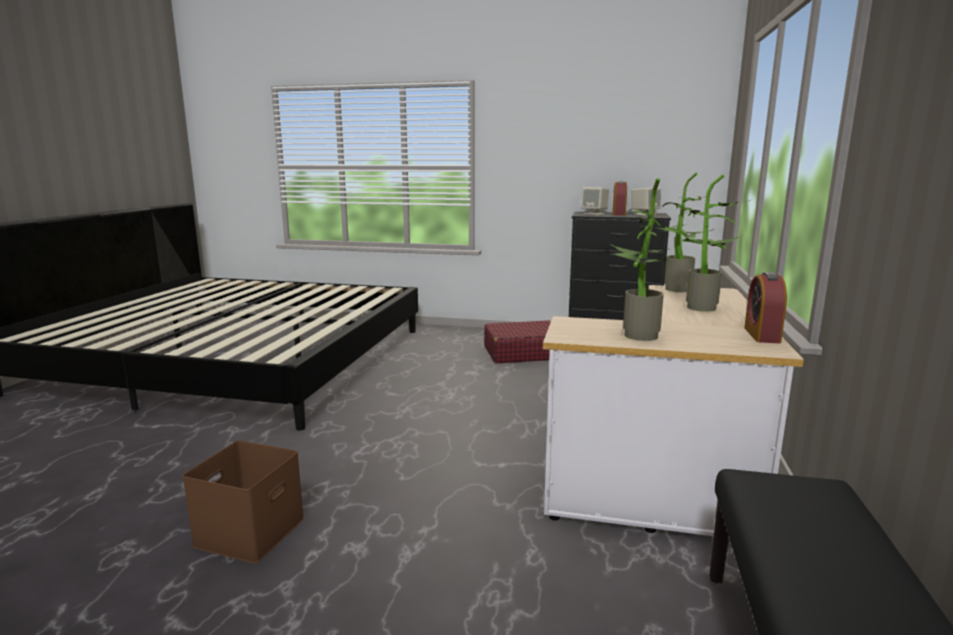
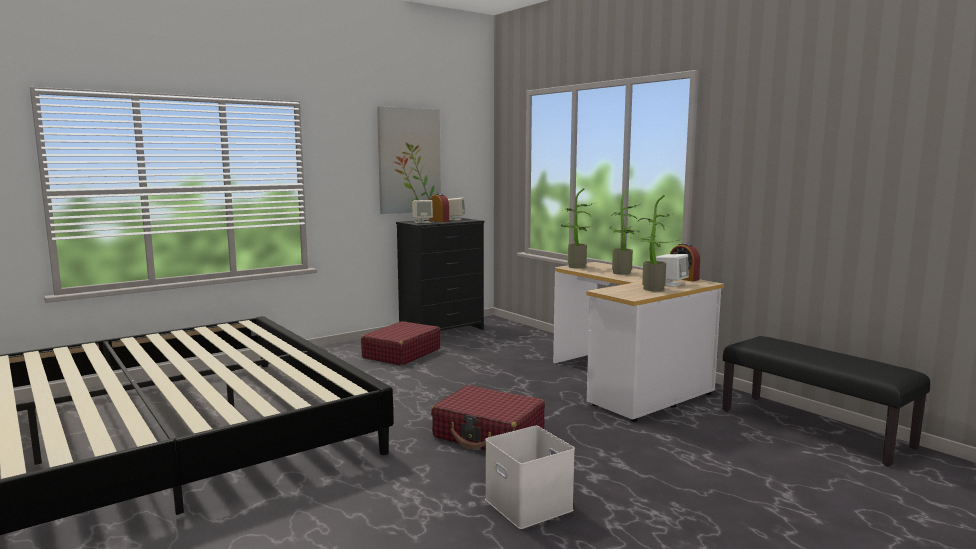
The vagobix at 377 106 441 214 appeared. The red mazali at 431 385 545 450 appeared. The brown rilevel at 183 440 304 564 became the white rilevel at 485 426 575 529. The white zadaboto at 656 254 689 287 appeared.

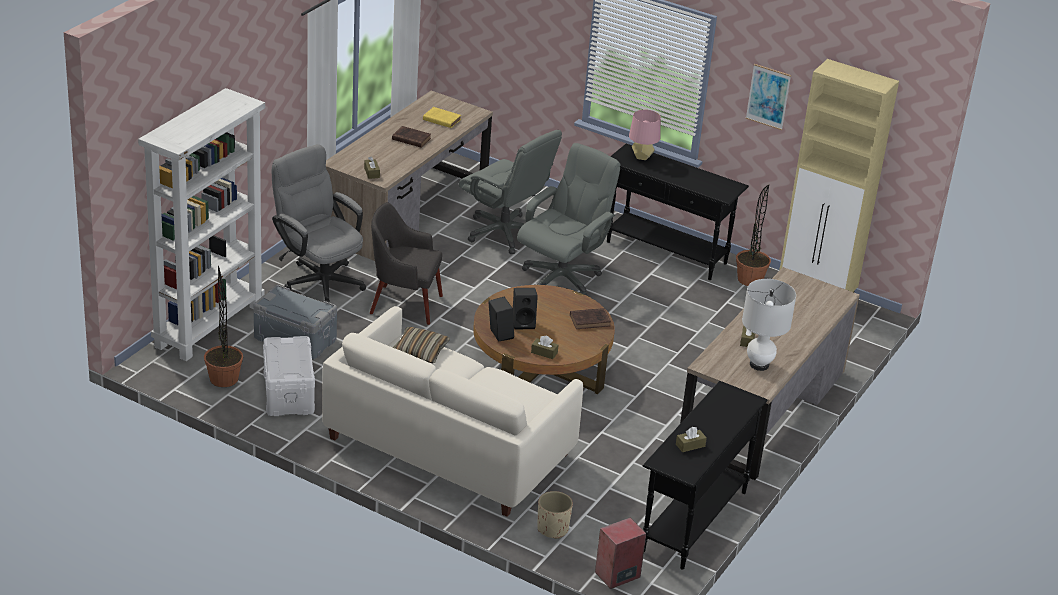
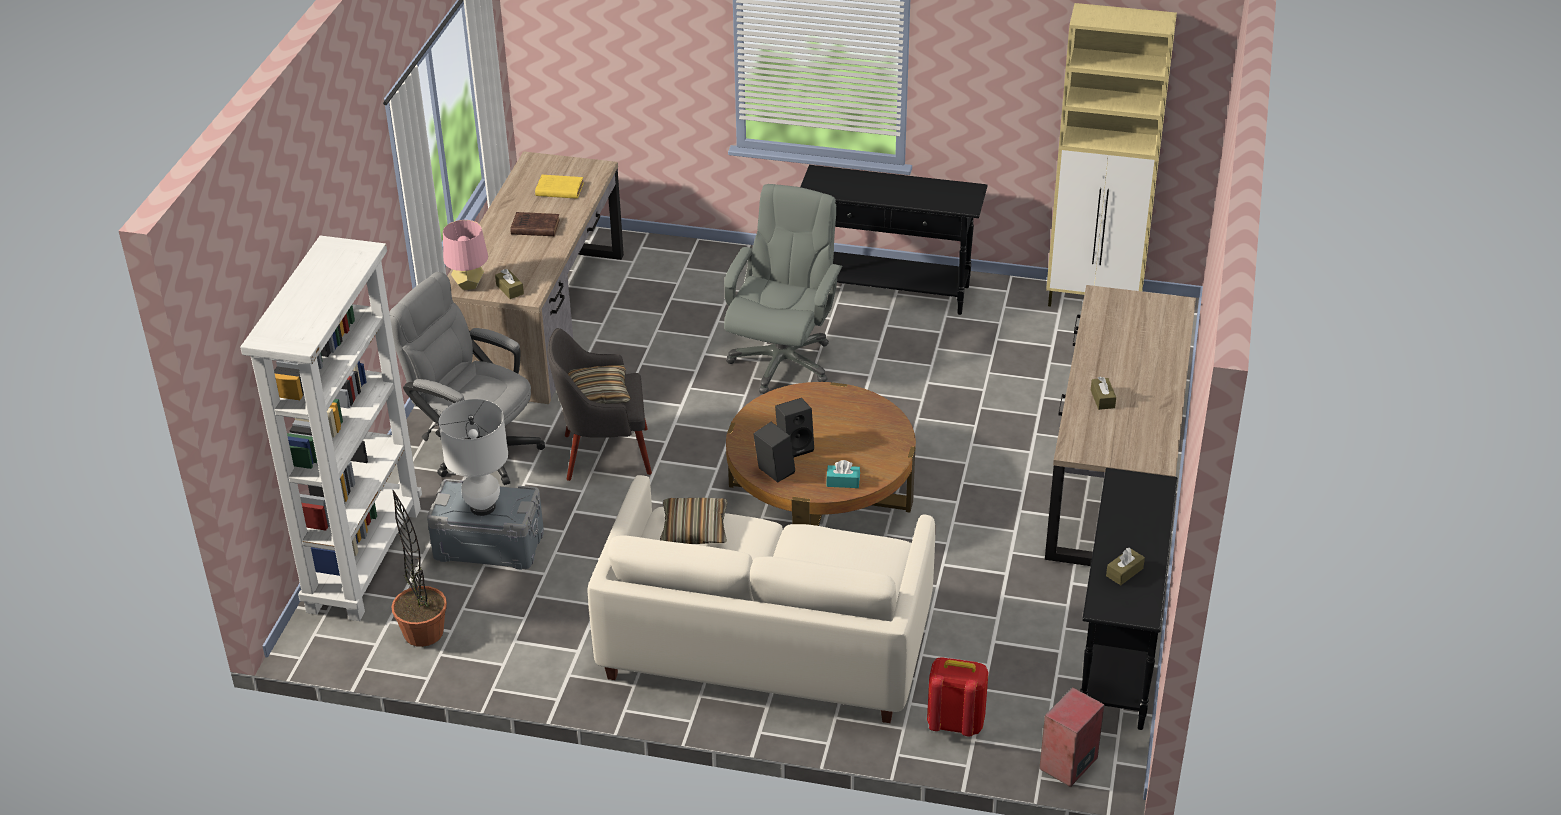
The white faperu moved from 742 279 796 371 to 438 399 508 516. The pink faperu moved from 629 110 661 160 to 443 220 488 290. The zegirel at 568 365 631 404 appeared. The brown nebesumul at 531 336 558 359 became the turquoise nebesumul at 827 460 860 488. The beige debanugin at 537 491 573 539 was replaced by the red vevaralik at 927 657 988 736. The white rilevel at 263 336 315 416 disappeared. The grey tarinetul at 459 130 562 254 disappeared. The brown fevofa at 570 308 611 329 disappeared. The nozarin at 736 185 771 286 disappeared. The vagobix at 746 64 791 130 disappeared.

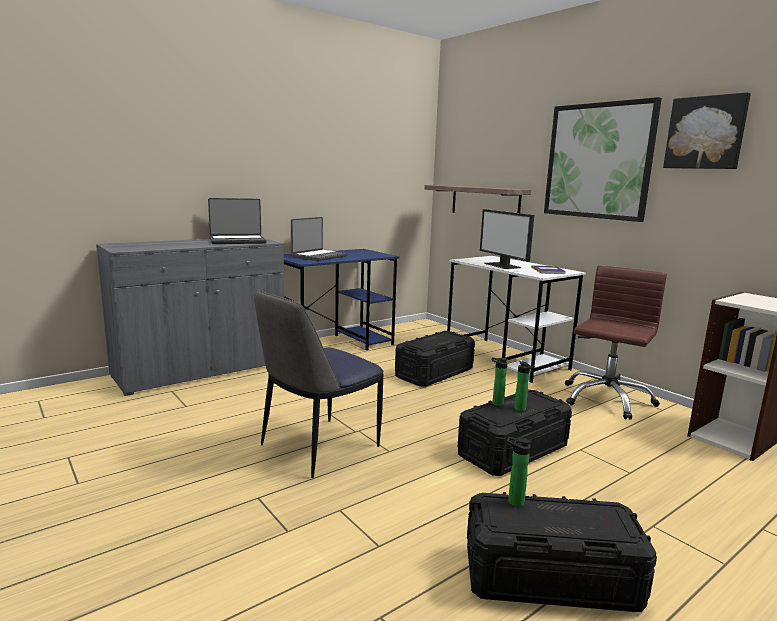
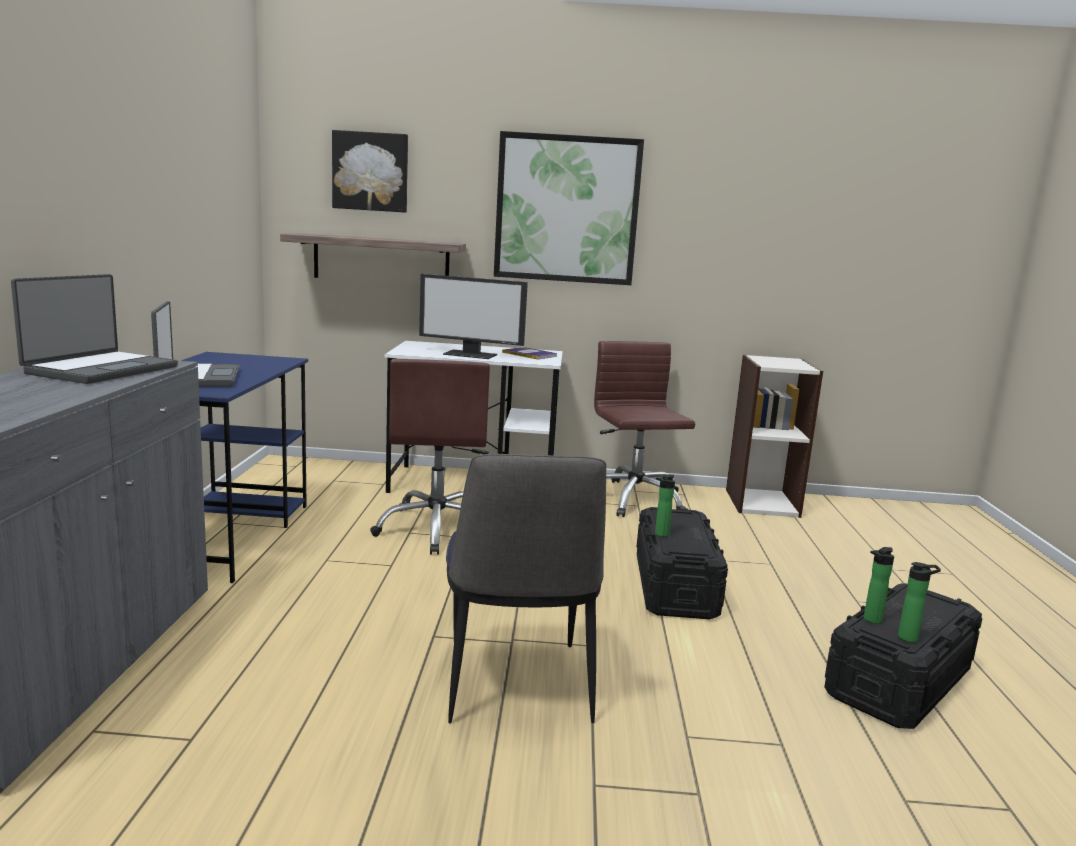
The vagobix moved from 663 92 751 169 to 332 130 408 213. The black rilevel at 395 331 475 387 was replaced by the brown tarinetul at 370 359 490 555. The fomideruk moved from 514 361 535 411 to 898 562 941 642.

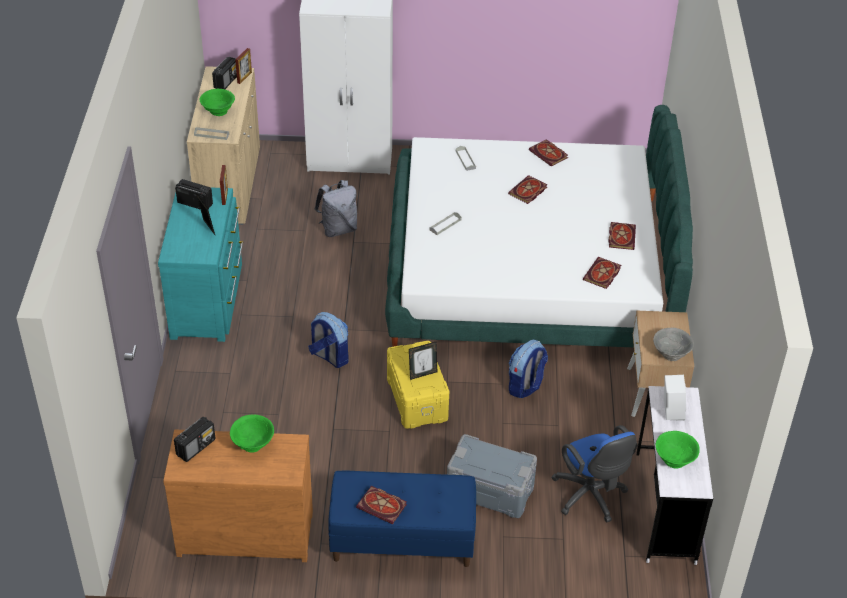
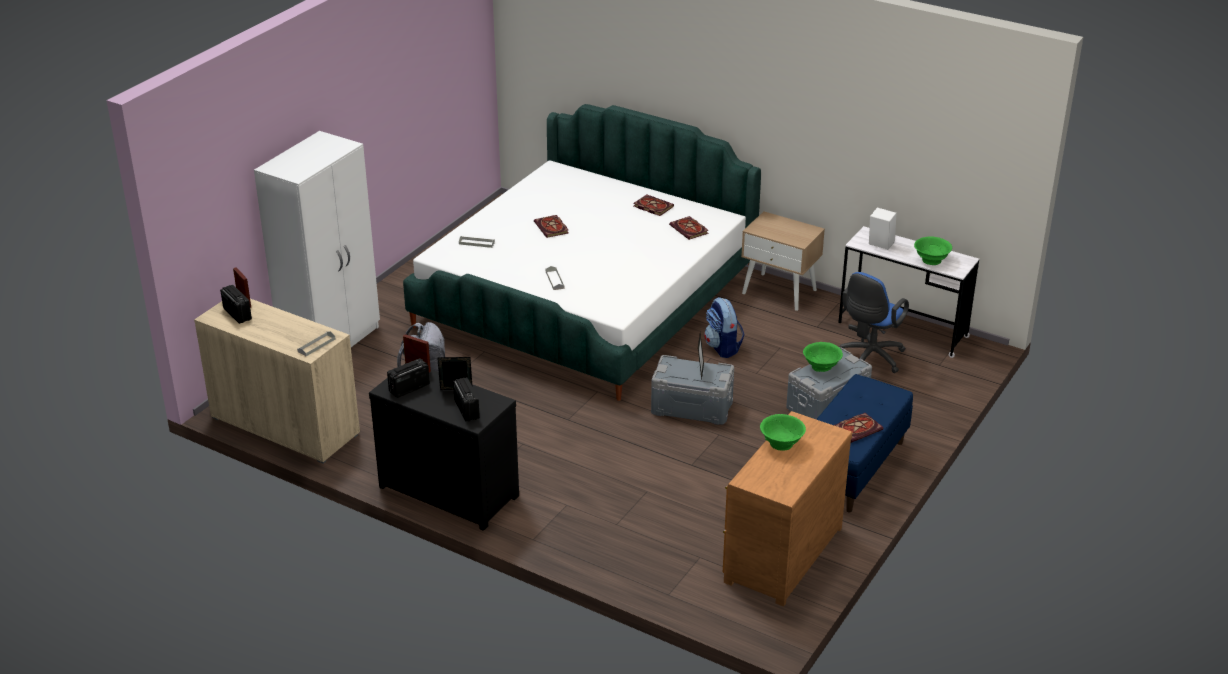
The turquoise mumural at 158 187 243 342 became the black mumural at 369 369 519 531. The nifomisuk moved from 174 417 216 462 to 453 377 480 422. The yellow rilevel at 387 341 449 429 became the grey rilevel at 651 355 734 425. The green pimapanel moved from 199 89 235 116 to 803 342 843 372. The blue tarinetul at 552 425 638 522 turned 120 degrees clockwise. The vevaralik at 308 312 349 368 disappeared. The fevofa at 529 139 568 166 disappeared. The grey pimapanel at 653 328 694 361 disappeared.

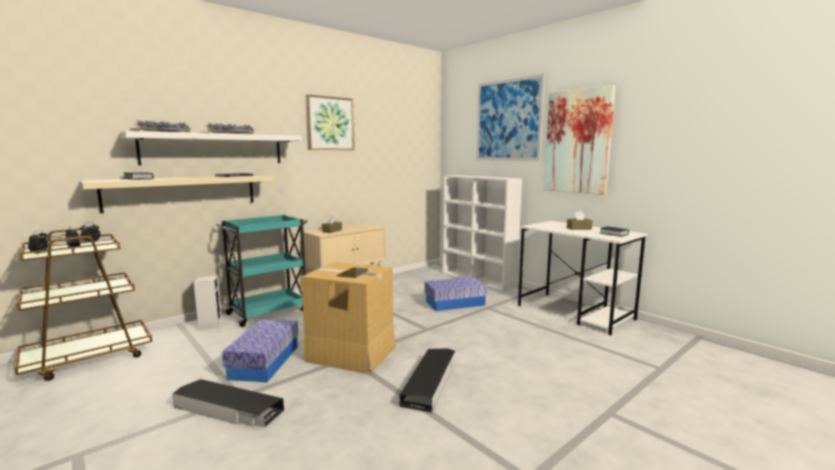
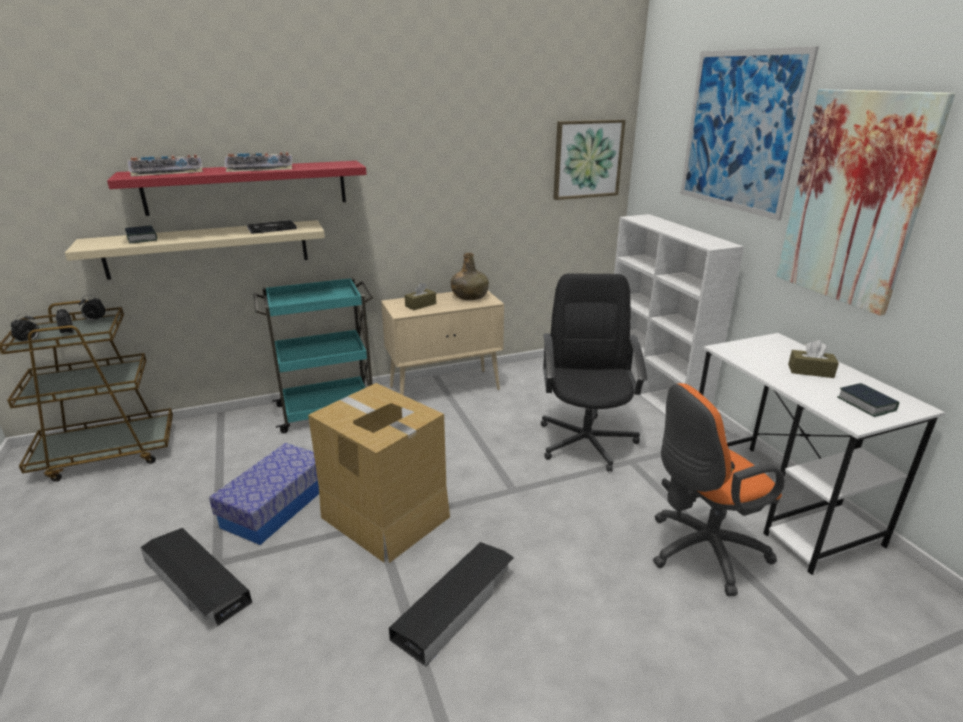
The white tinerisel at 120 131 302 166 became the red tinerisel at 107 161 367 216. The green fomideruk at 451 253 489 300 appeared. The rilevel at 425 277 487 311 was replaced by the black tarinetul at 541 273 647 472. The vagobix moved from 305 94 355 150 to 553 119 626 200. The orange tarinetul at 653 383 785 596 appeared. The zadaboto at 194 275 222 330 disappeared.

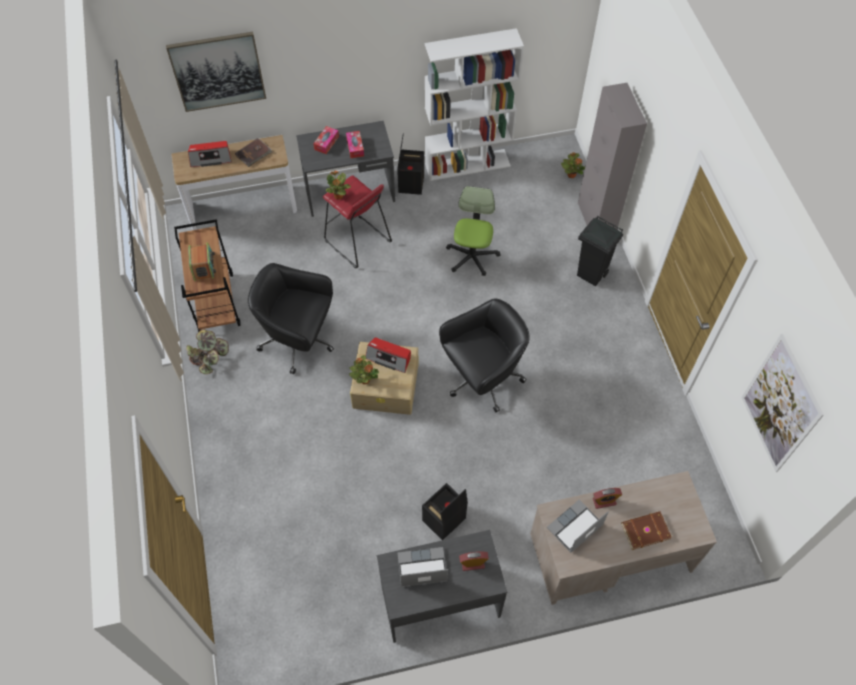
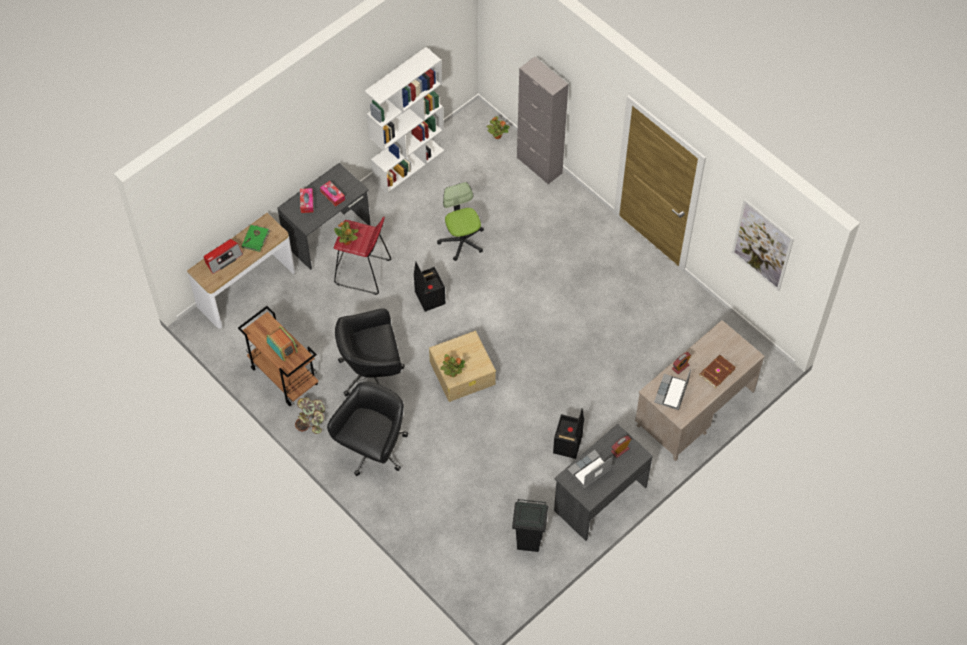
The brown fevofa at 235 138 272 167 became the green fevofa at 242 225 270 252. The black tarinetul moved from 439 298 530 412 to 327 382 408 476. The black rilevel moved from 397 133 424 195 to 414 262 445 312. The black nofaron moved from 577 216 623 286 to 512 499 548 552. The vagobix at 166 32 266 112 disappeared. The nifomisuk at 366 337 411 373 disappeared.

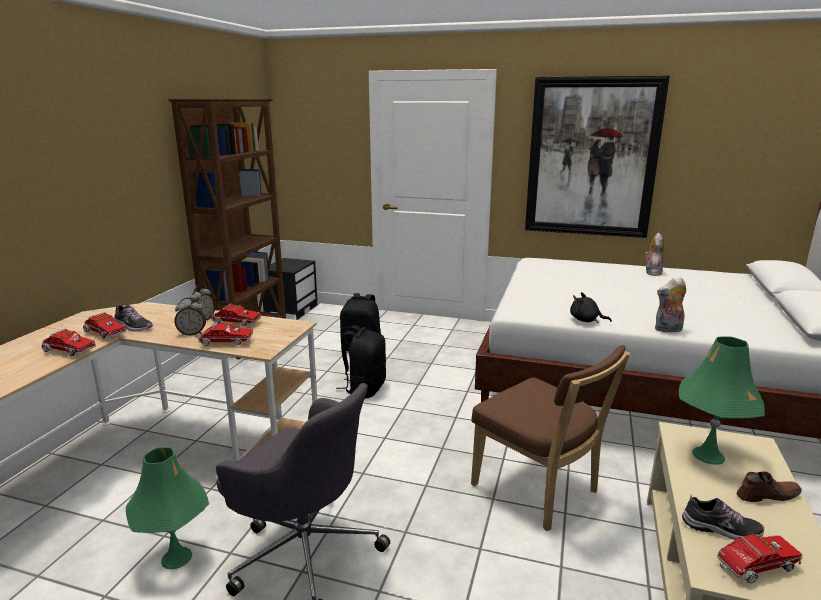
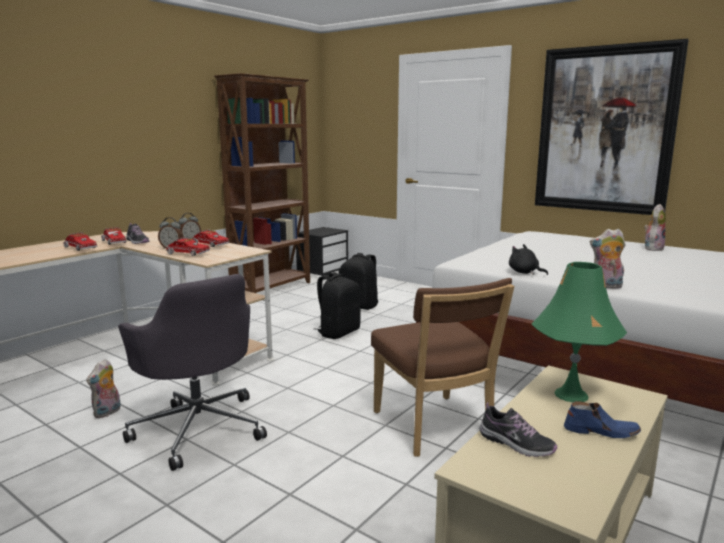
The green faperu at 126 447 209 569 was replaced by the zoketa at 86 359 121 418. The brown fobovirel at 737 471 802 502 became the blue fobovirel at 564 401 641 438. The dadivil at 716 534 803 583 disappeared.

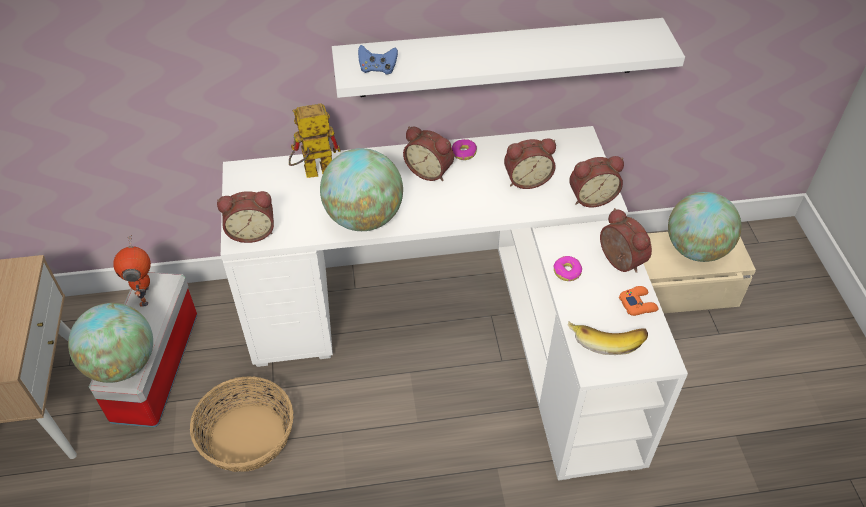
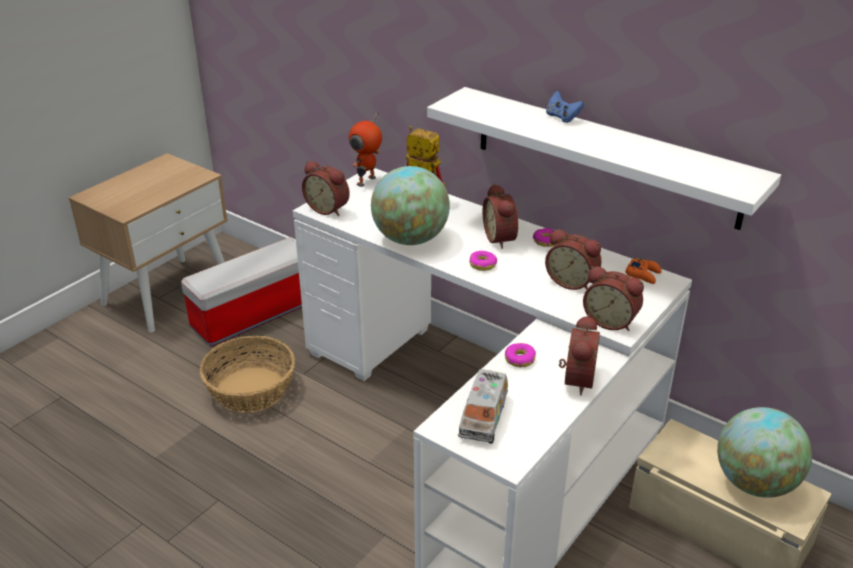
The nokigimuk moved from 113 235 151 307 to 349 113 382 187. The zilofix at 568 322 648 355 was replaced by the dadivil at 458 369 508 444. The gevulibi at 469 251 497 271 appeared. The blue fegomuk moved from 358 45 398 74 to 546 91 584 123. The orange fegomuk moved from 619 286 658 316 to 625 259 662 284. The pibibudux at 68 303 153 383 disappeared.

